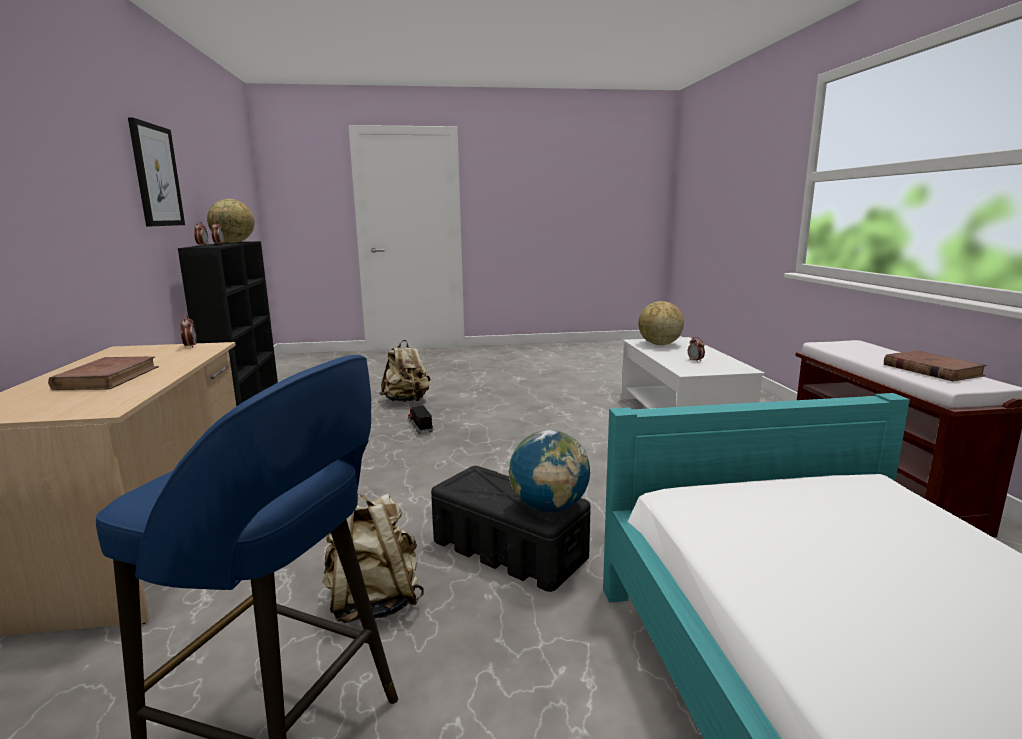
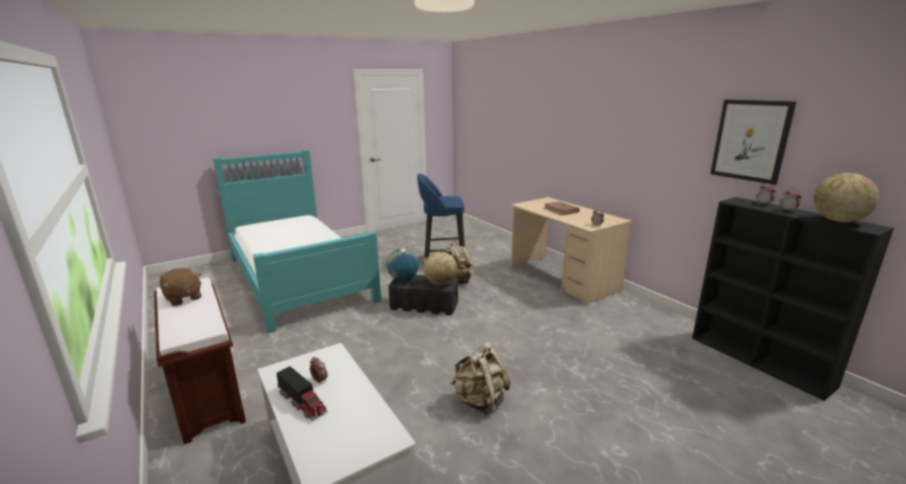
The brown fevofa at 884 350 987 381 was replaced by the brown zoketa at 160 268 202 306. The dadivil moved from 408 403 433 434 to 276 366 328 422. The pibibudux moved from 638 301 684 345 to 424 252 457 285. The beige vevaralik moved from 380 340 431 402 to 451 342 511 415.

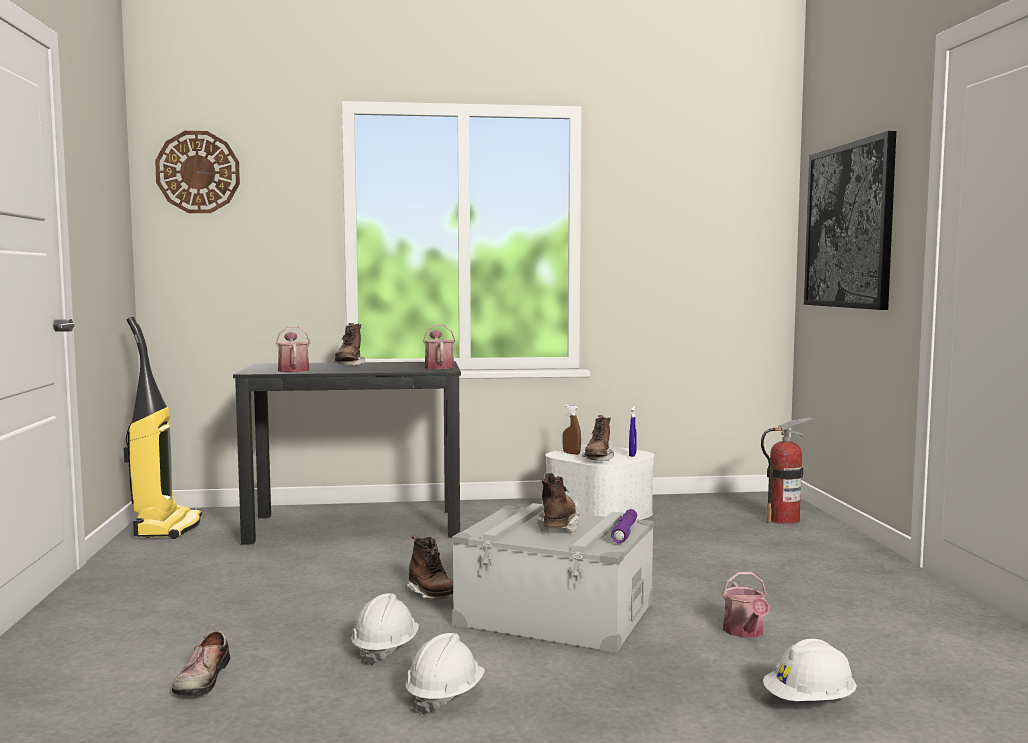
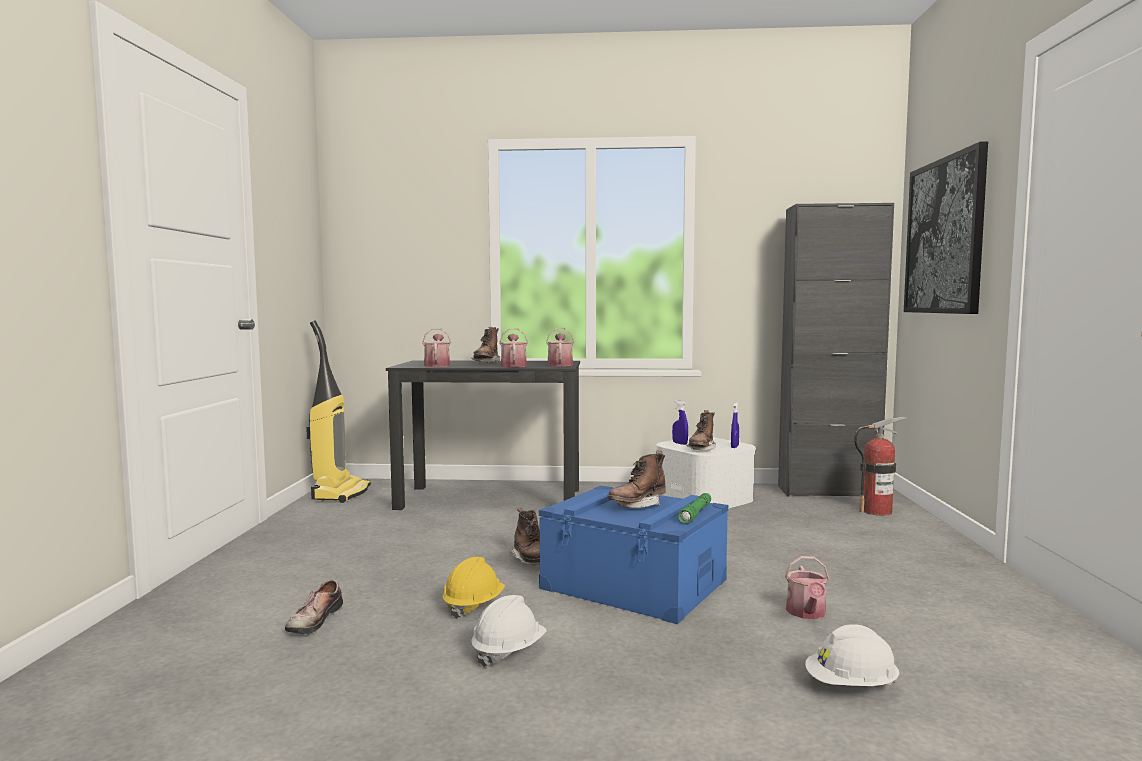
The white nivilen at 351 593 419 665 became the yellow nivilen at 442 557 505 619. The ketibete at 499 328 528 367 appeared. The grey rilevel at 452 503 654 653 became the blue rilevel at 539 485 728 624. The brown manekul at 536 473 580 532 turned 150 degrees counterclockwise. The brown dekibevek at 562 405 581 455 became the blue dekibevek at 672 400 688 445. The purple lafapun at 611 509 637 544 became the green lafapun at 678 493 711 524. The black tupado at 778 203 894 497 appeared. The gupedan at 155 131 240 213 disappeared.

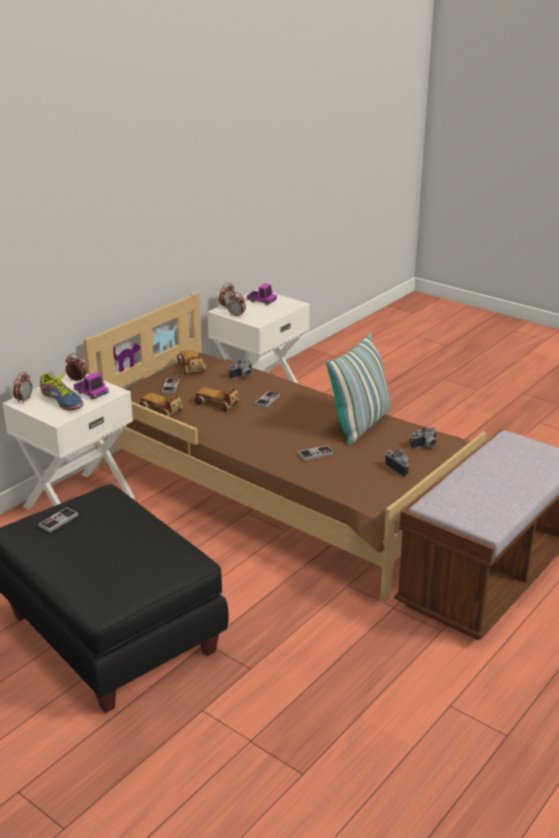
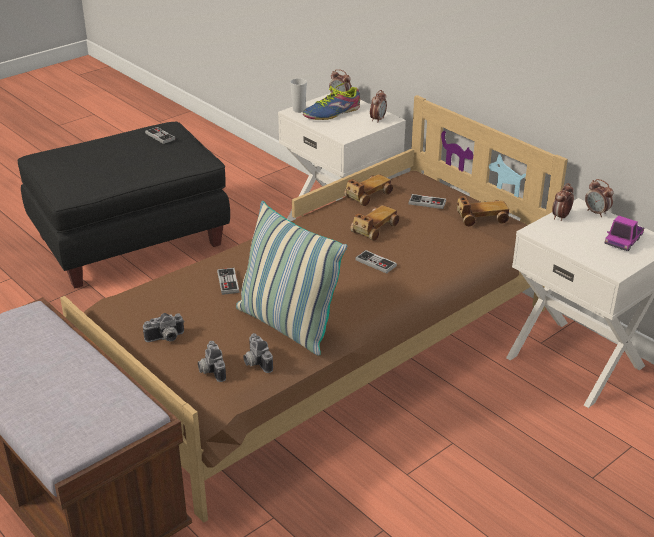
The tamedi moved from 228 359 251 379 to 243 333 273 373. The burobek at 290 78 307 113 appeared. The dadivil at 74 372 109 399 disappeared.

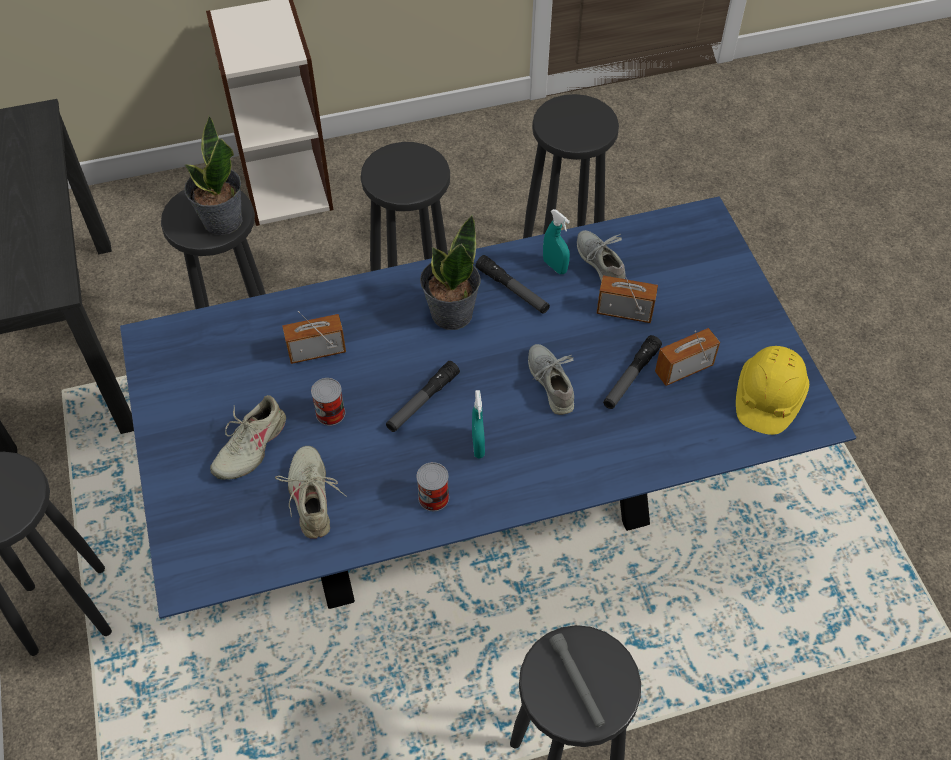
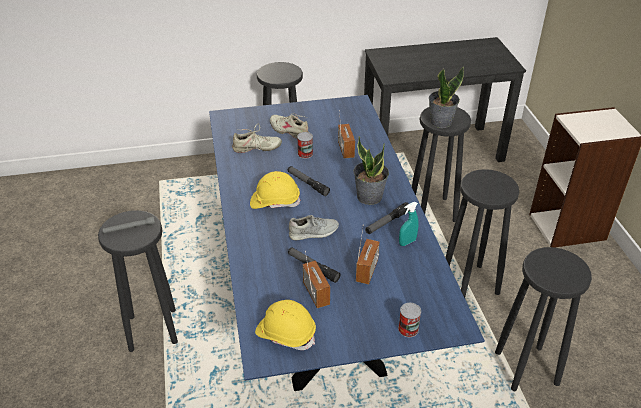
The turquoise dekibevek at 472 390 485 458 was replaced by the yellow nivilen at 250 171 301 209. The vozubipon moved from 416 462 449 511 to 398 303 421 337. The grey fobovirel at 577 230 626 282 disappeared.

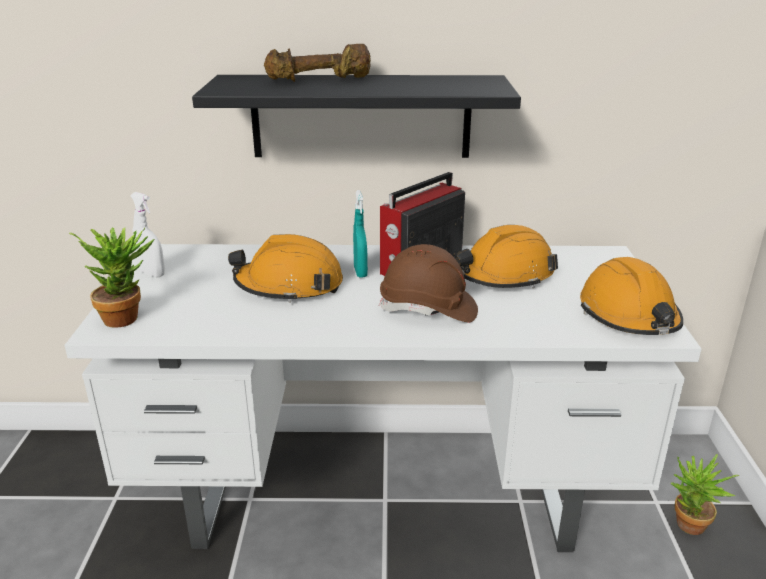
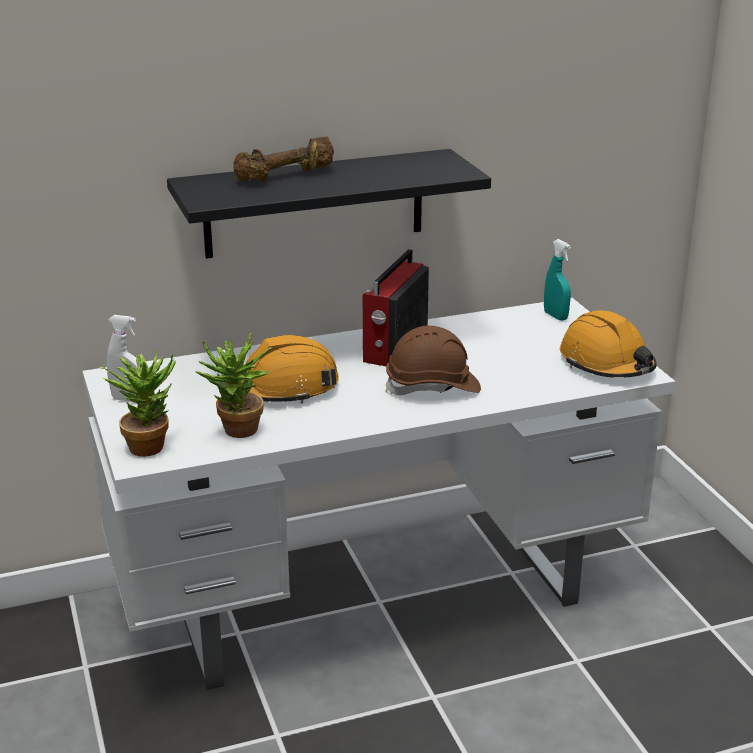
The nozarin moved from 671 454 739 535 to 196 333 272 438. The turquoise dekibevek moved from 353 190 368 278 to 544 239 571 321. The orange nivilen at 455 225 558 288 disappeared.

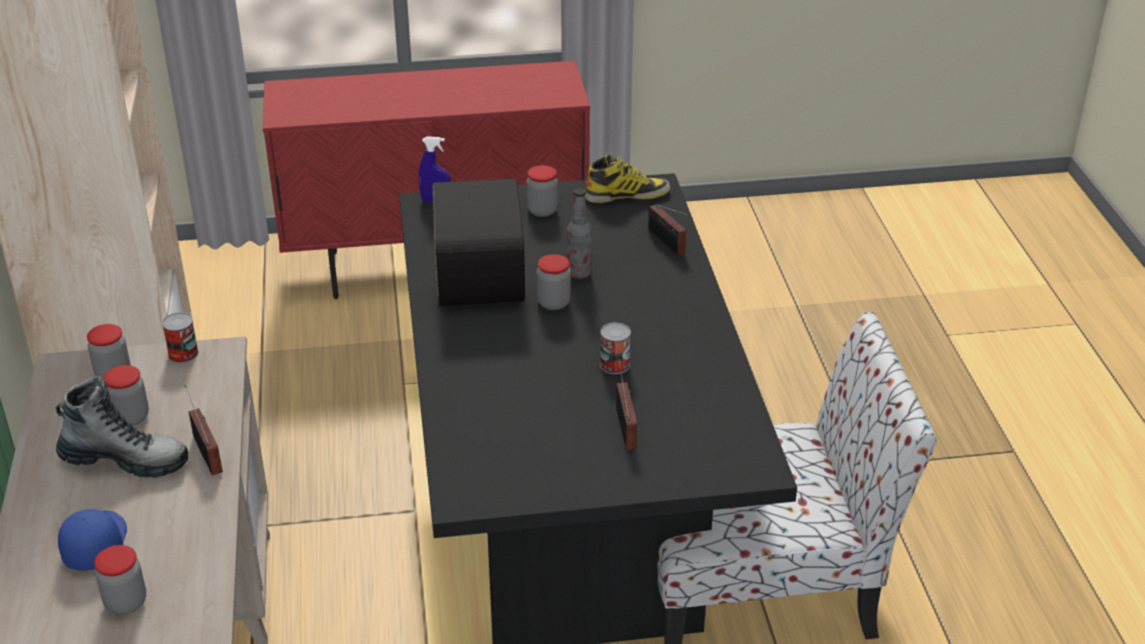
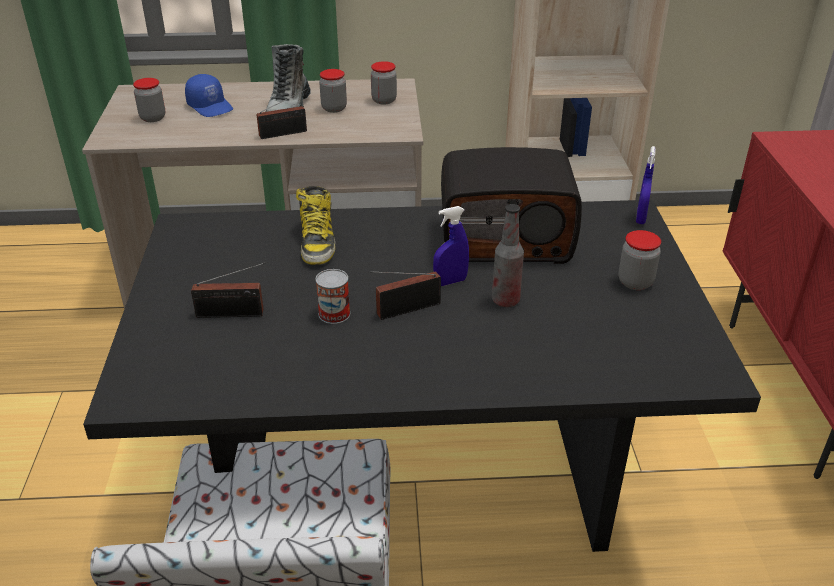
The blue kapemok at 58 509 127 571 turned 45 degrees clockwise. The manekul moved from 585 154 671 203 to 296 186 335 265. The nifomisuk moved from 648 204 689 256 to 370 271 441 320. The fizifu at 537 254 571 310 was replaced by the blue dekibevek at 433 206 469 286. The vozubipon at 162 312 199 363 disappeared.

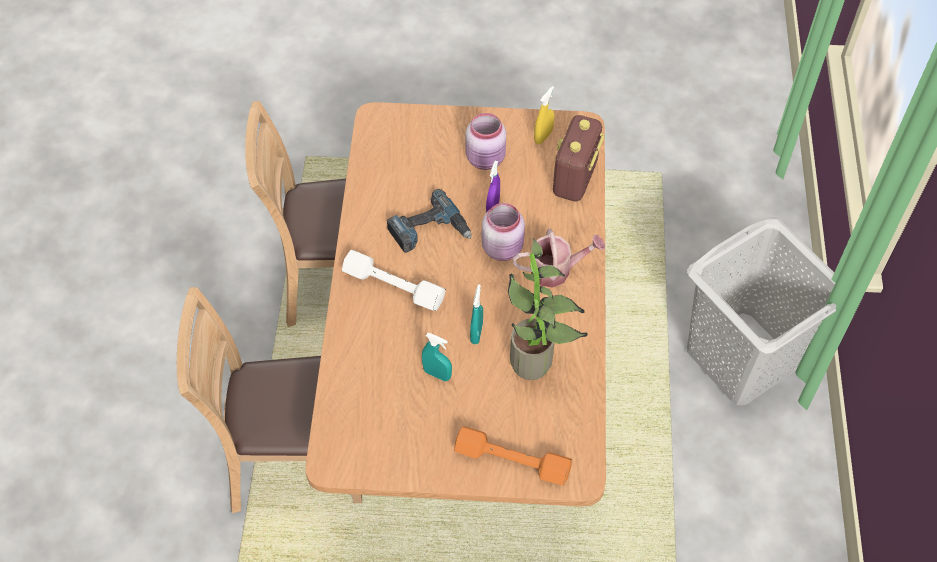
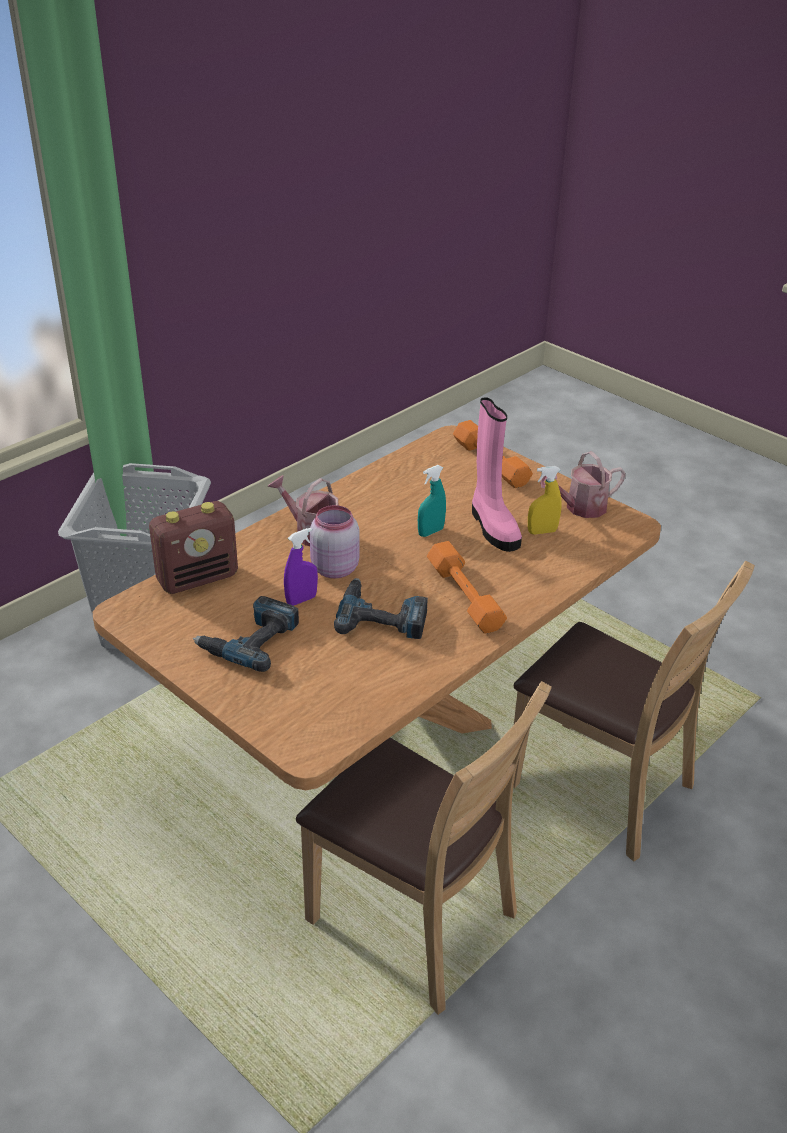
The pink fizifu at 466 113 506 170 was replaced by the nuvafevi at 193 596 299 672. The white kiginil at 342 250 446 311 became the orange kiginil at 427 541 507 634. The turquoise dekibevek at 422 333 452 381 was replaced by the pink manekul at 472 397 522 552. The yellow dekibevek moved from 534 86 555 144 to 528 466 562 534. The ketibete at 540 451 626 518 appeared. The nozarin at 508 238 588 380 disappeared.

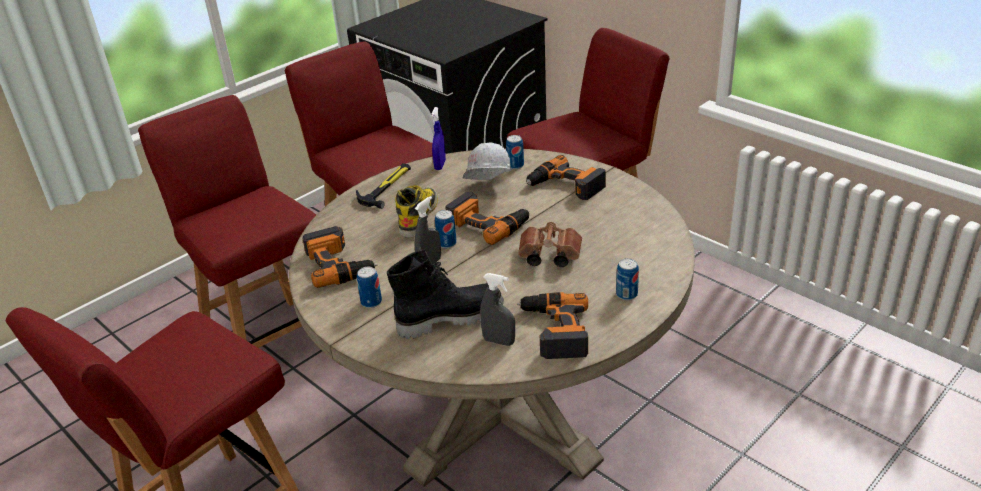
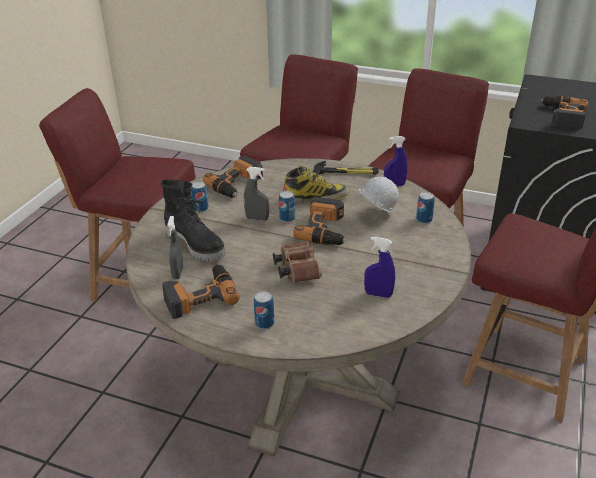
The blue dekibevek at 364 237 395 298 appeared. The nuvafevi moved from 526 155 606 200 to 541 96 588 129.

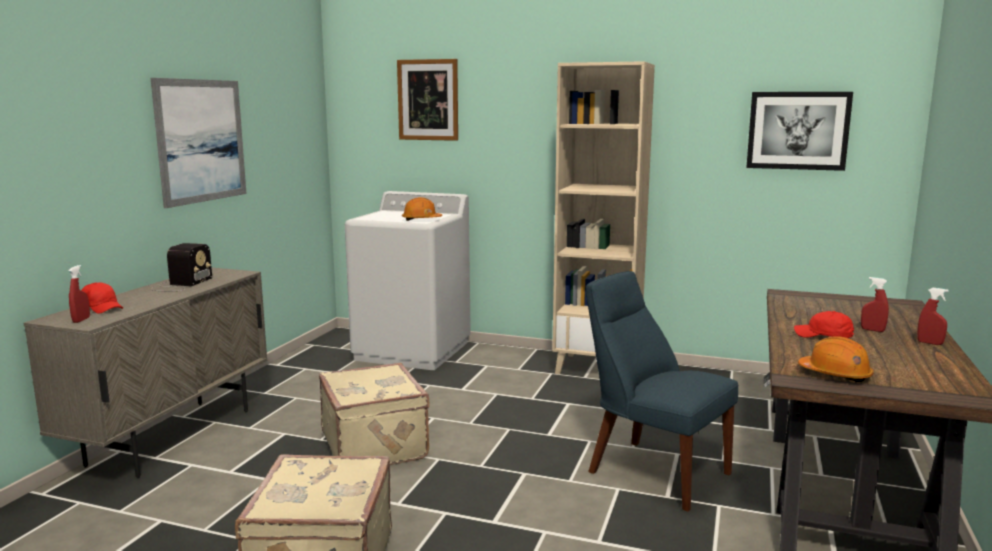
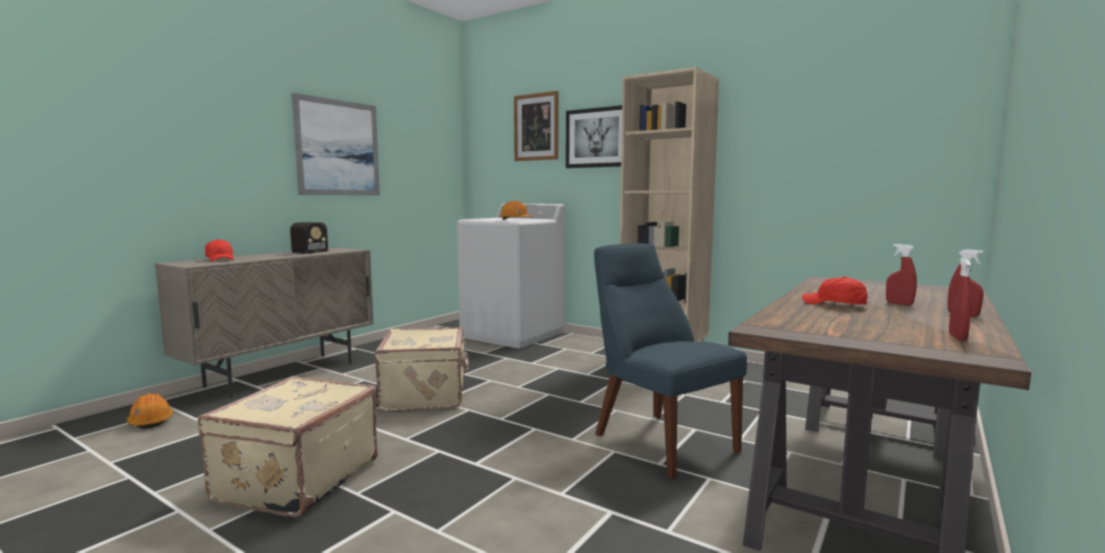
The orange nivilen moved from 798 337 874 382 to 127 393 173 429. The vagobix moved from 746 92 853 171 to 566 105 622 168. The red dekibevek moved from 69 265 90 323 to 949 259 972 340.

